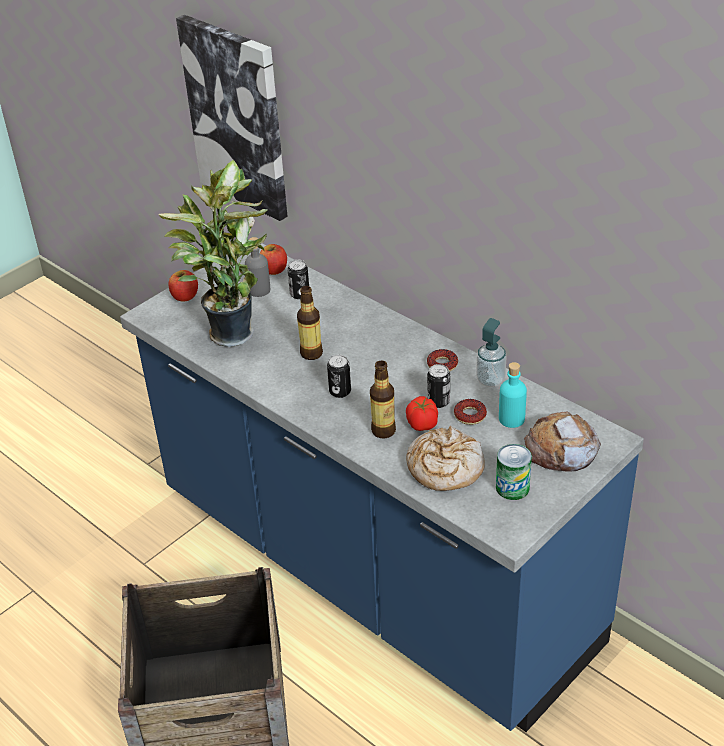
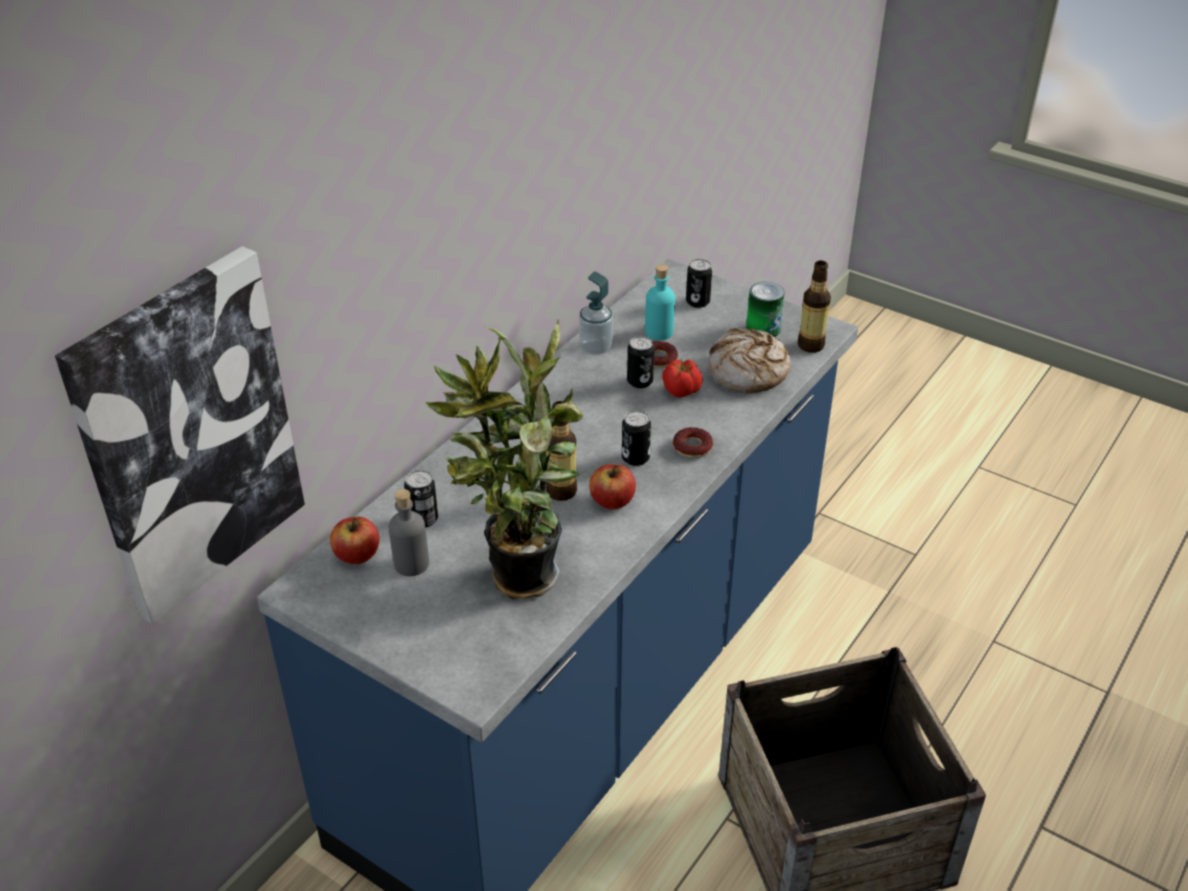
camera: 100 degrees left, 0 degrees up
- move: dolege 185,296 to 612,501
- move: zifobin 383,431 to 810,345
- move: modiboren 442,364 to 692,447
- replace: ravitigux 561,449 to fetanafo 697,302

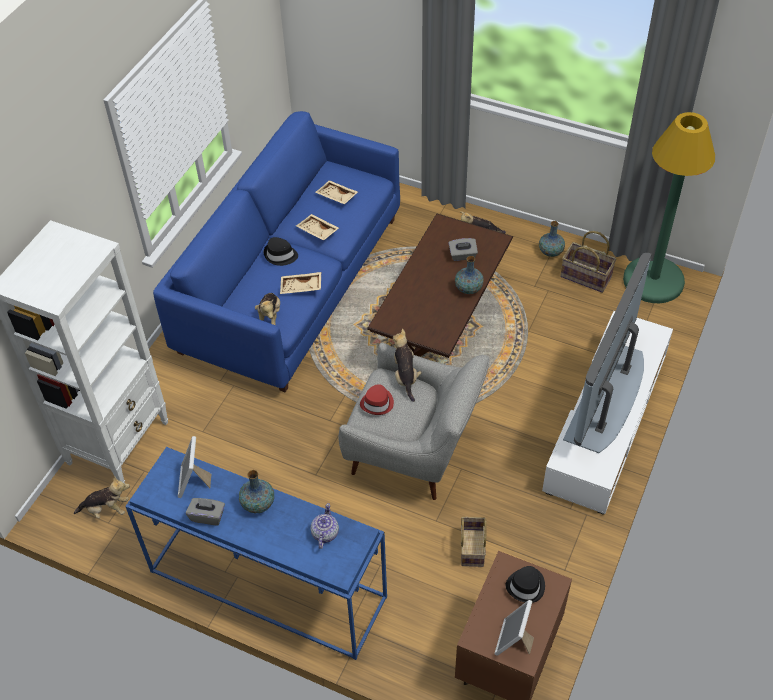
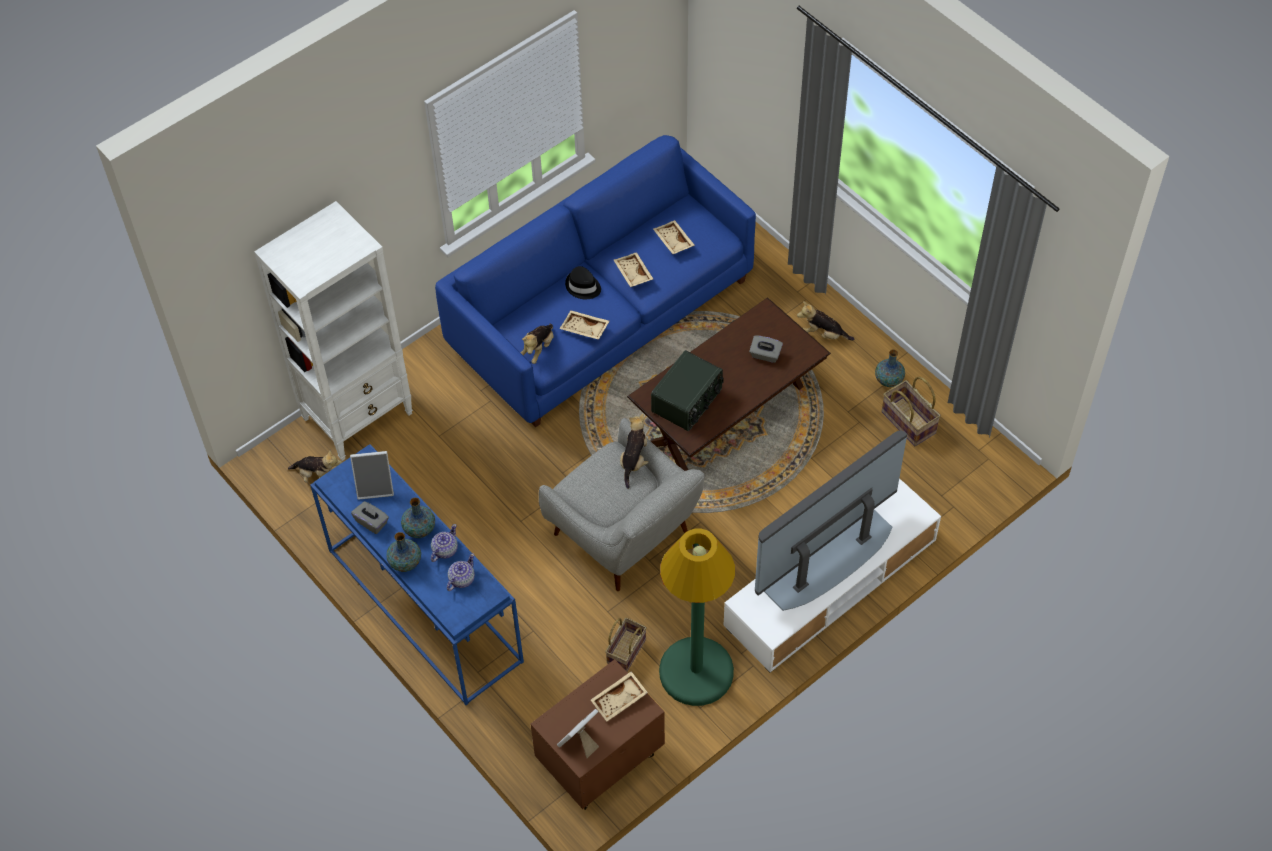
camera: 25 degrees right, 5 degrees up
- delete: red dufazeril 377,403
- insert: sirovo 444,550
- insert: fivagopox 688,401
- move: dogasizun 468,288 to 405,562
- move: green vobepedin 653,280 to 696,672
- replace: black dufazeril 526,586 to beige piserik 619,700
- rotate: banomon 193,482 = 375,486 120 degrees counterclockwise

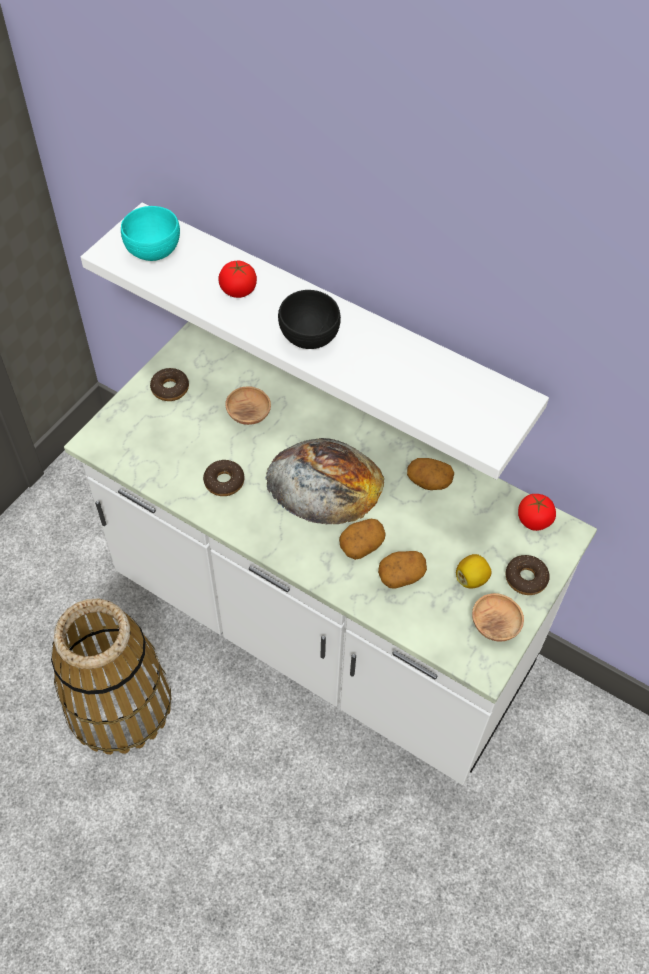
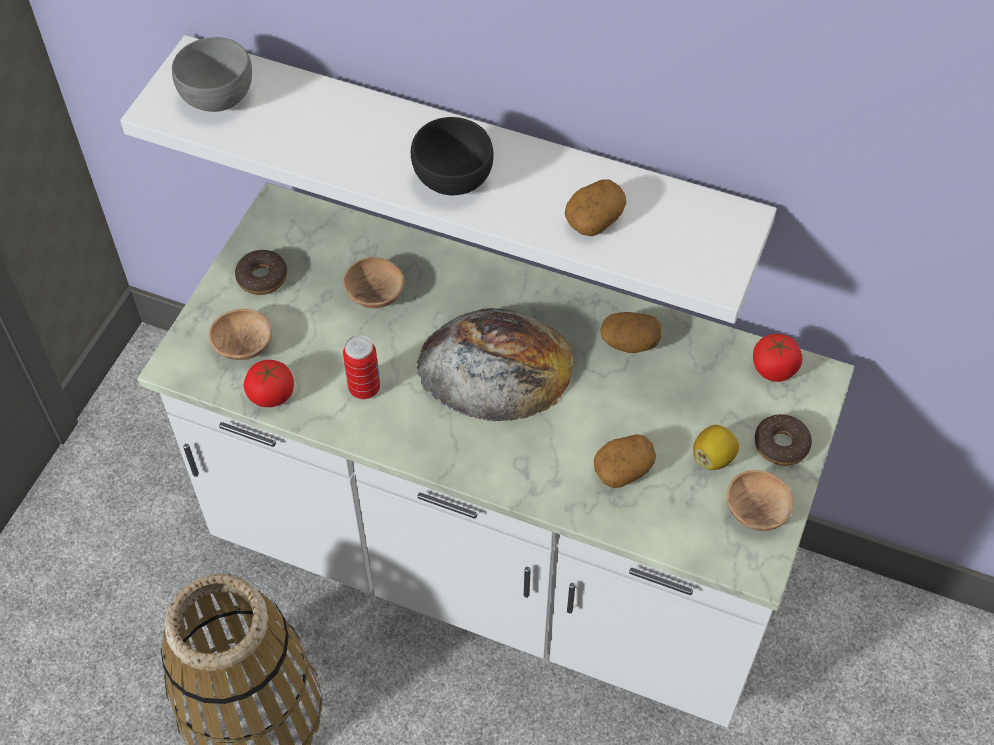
camera: 10 degrees left, 0 degrees up
- insert: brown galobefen 243,345
- move: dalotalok 238,290 to 271,395
- move: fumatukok 361,544 to 594,219
- replace: modiboren 224,482 to fetanafo 364,388
- recolor: turquoise galobefen 154,252 to grey galobefen 218,99

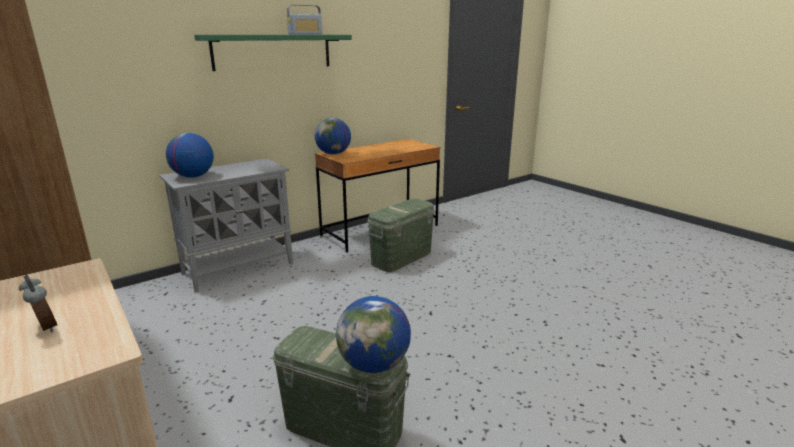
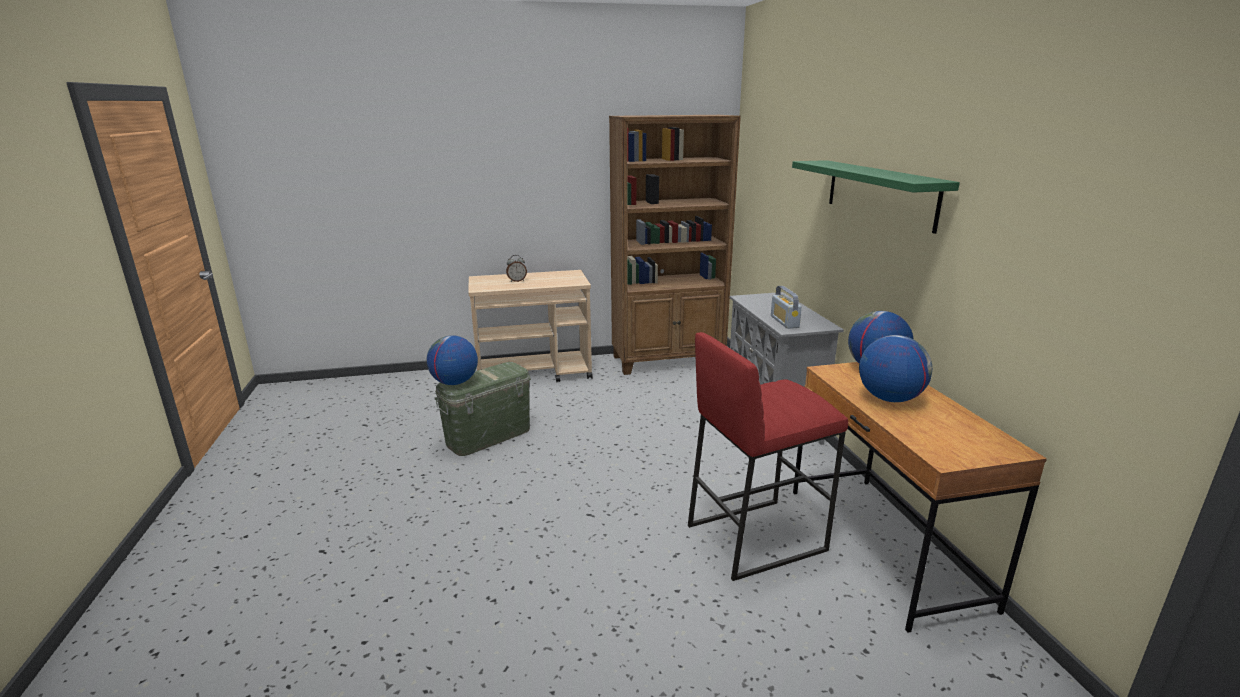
camera: 115 degrees right, 0 degrees up
- move: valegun 193,176 to 889,398
- move: fivagopox 305,34 to 784,322
- replace: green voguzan 401,258 to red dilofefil 755,537

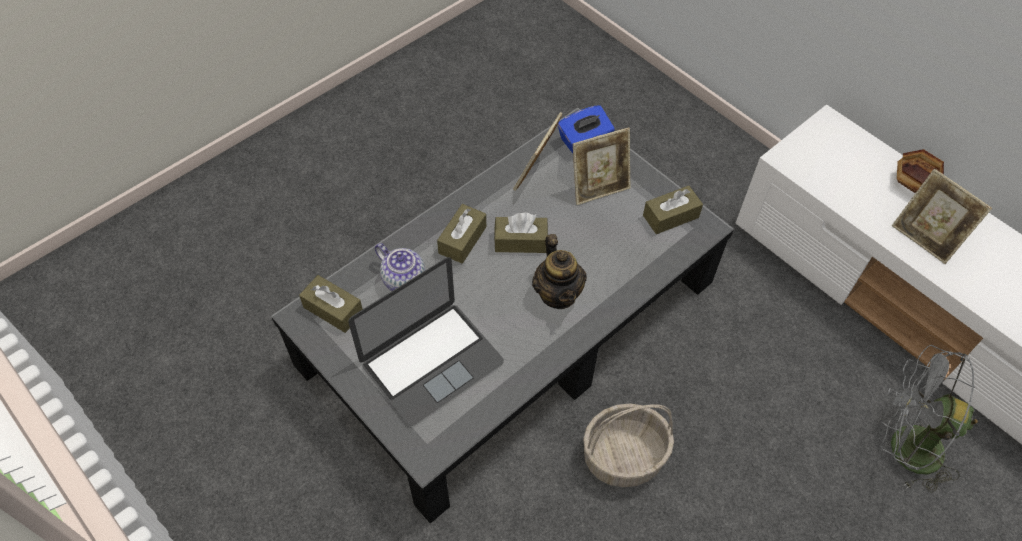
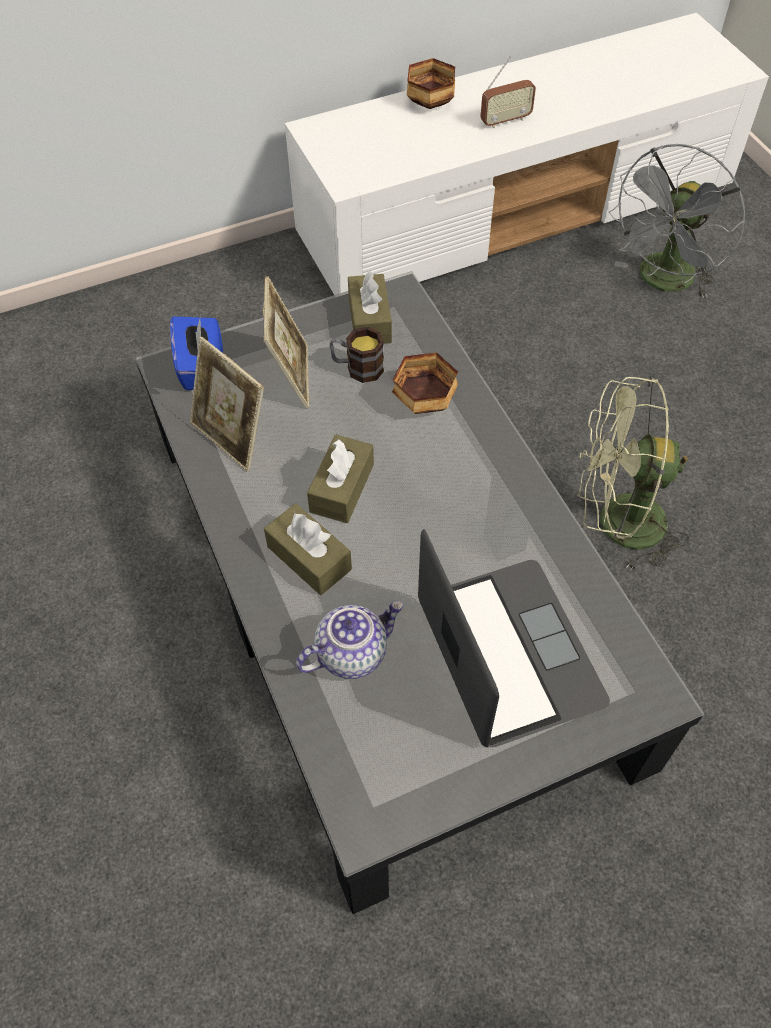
camera: 70 degrees left, 0 degrees up
- delete: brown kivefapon 333,309
- delete: sirovo 558,294
- insert: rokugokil 357,368
- insert: galobefen 423,400
- replace: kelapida 623,457 to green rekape 616,524
- replace: banomon 925,238 to fivagopox 505,121

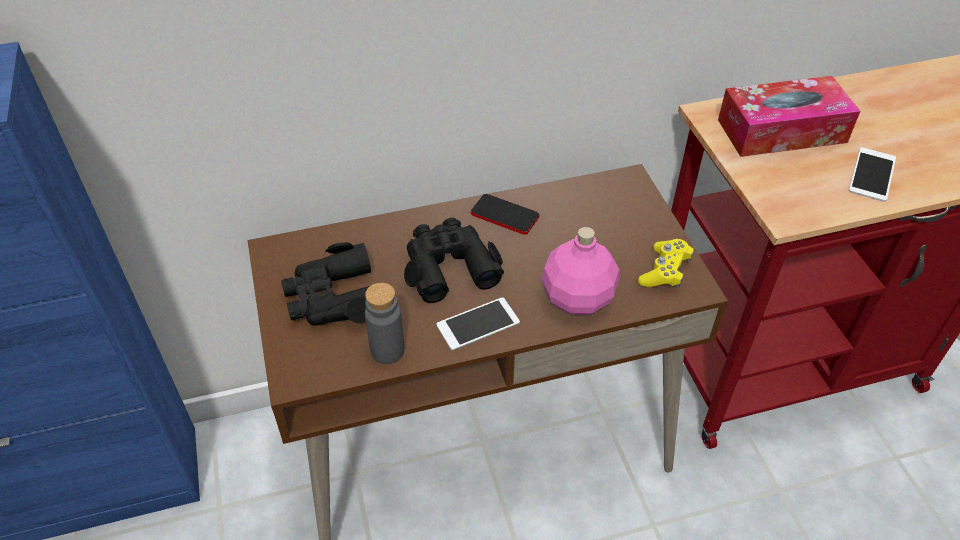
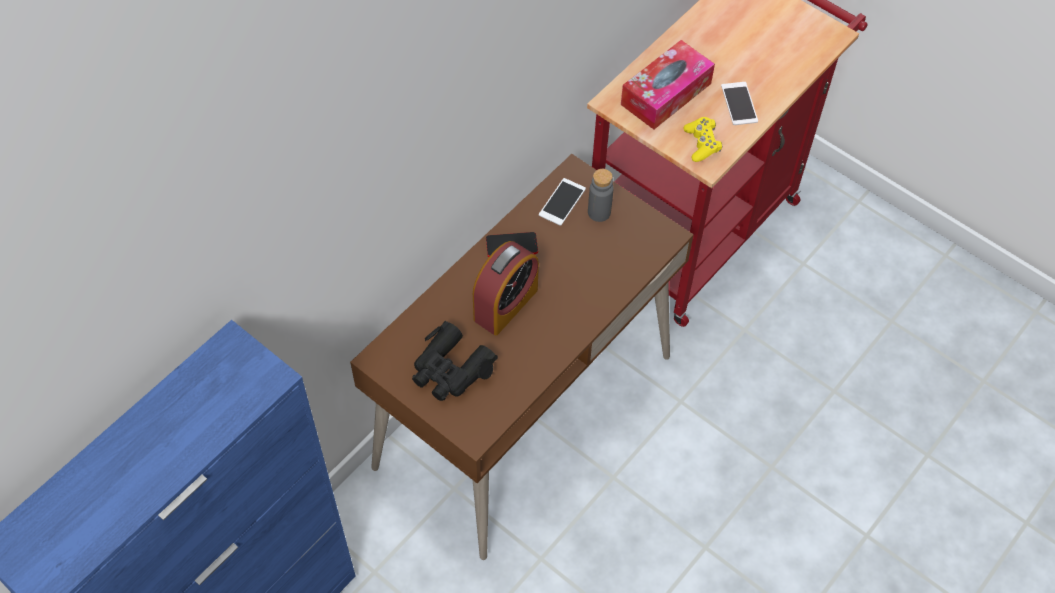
camera: 35 degrees left, 10 degrees up
- delete: pink zifobin 576,298
- move: grey zifobin 387,350 to 599,212
- move: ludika 478,324 to 562,202
- move: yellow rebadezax 665,271 to 702,144
- replace: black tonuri 449,266 to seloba 505,304

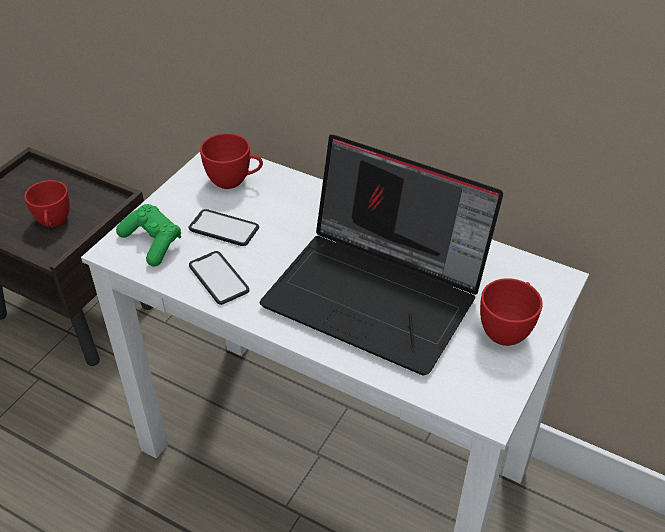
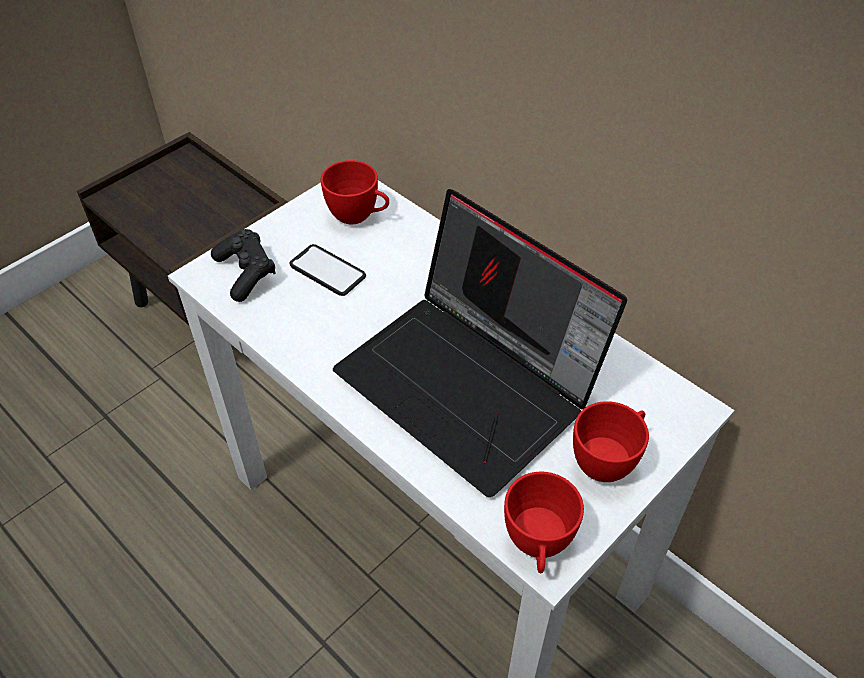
camera: 15 degrees right, 5 degrees up
- delete: ludika 218,278
- move: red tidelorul 53,223 to 538,546
- recolor: green rebadezax 152,243 to black rebadezax 246,273

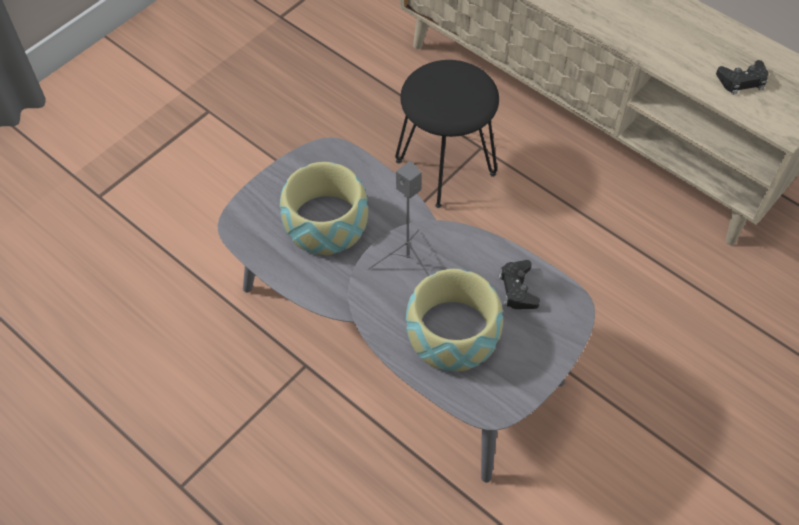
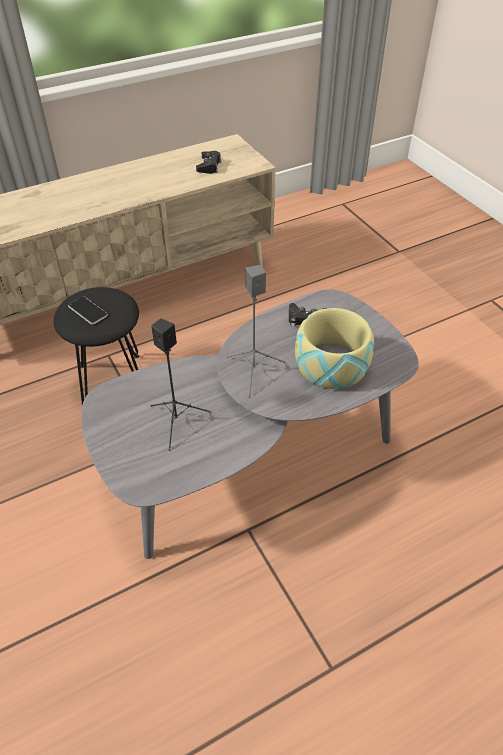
camera: 70 degrees left, 10 degrees down
- insert: ludika 88,311
- replace: galobefen 326,223 to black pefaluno 177,421

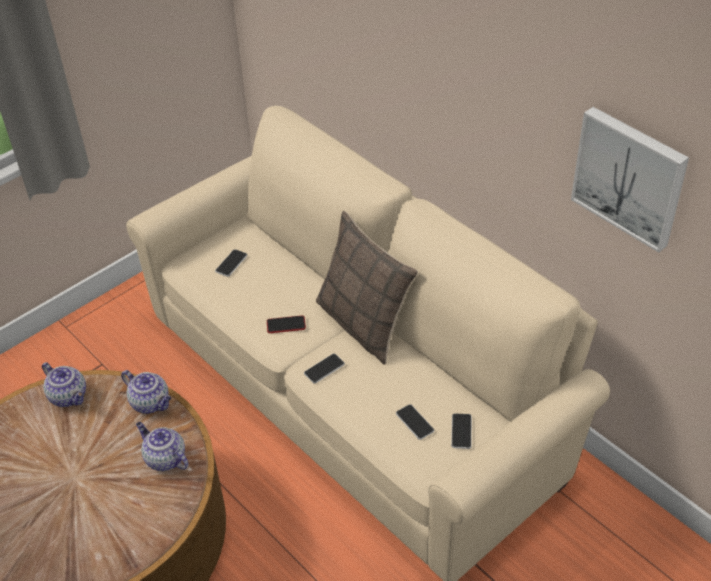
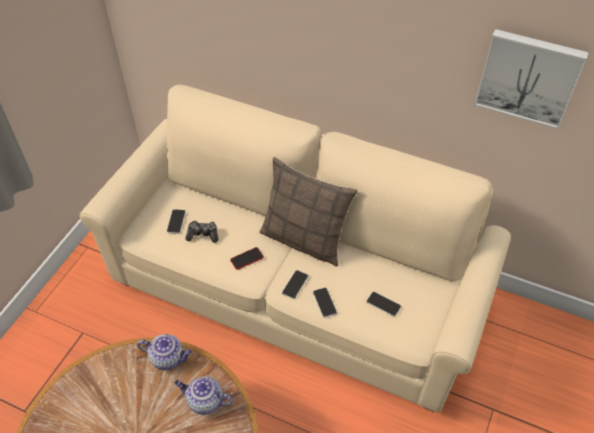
camera: 25 degrees left, 5 degrees up
- delete: sirovo 69,396
- insert: rebadezax 203,235
- move: ludika 461,431 to 324,303

